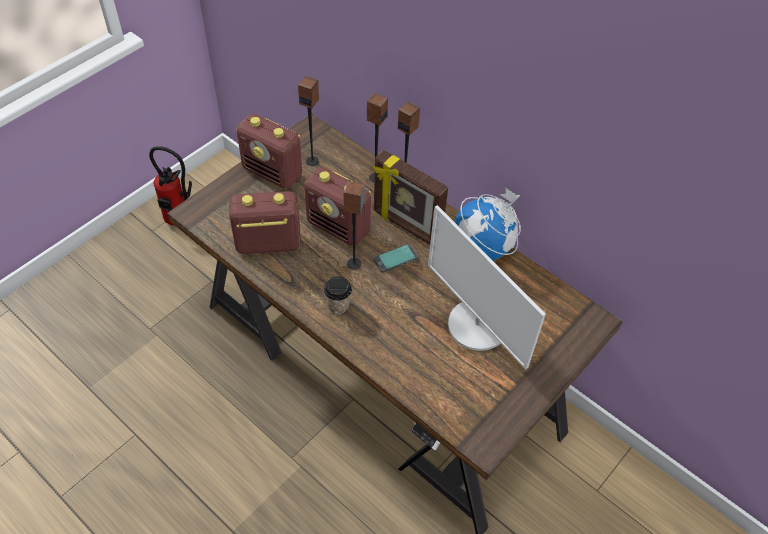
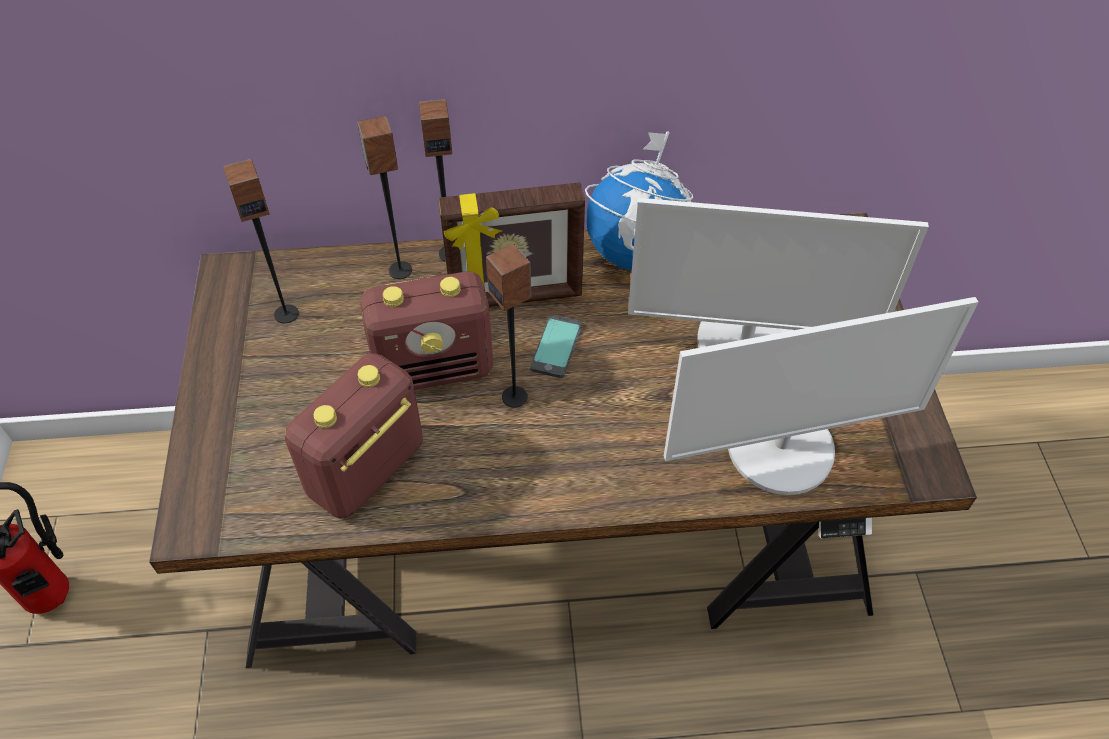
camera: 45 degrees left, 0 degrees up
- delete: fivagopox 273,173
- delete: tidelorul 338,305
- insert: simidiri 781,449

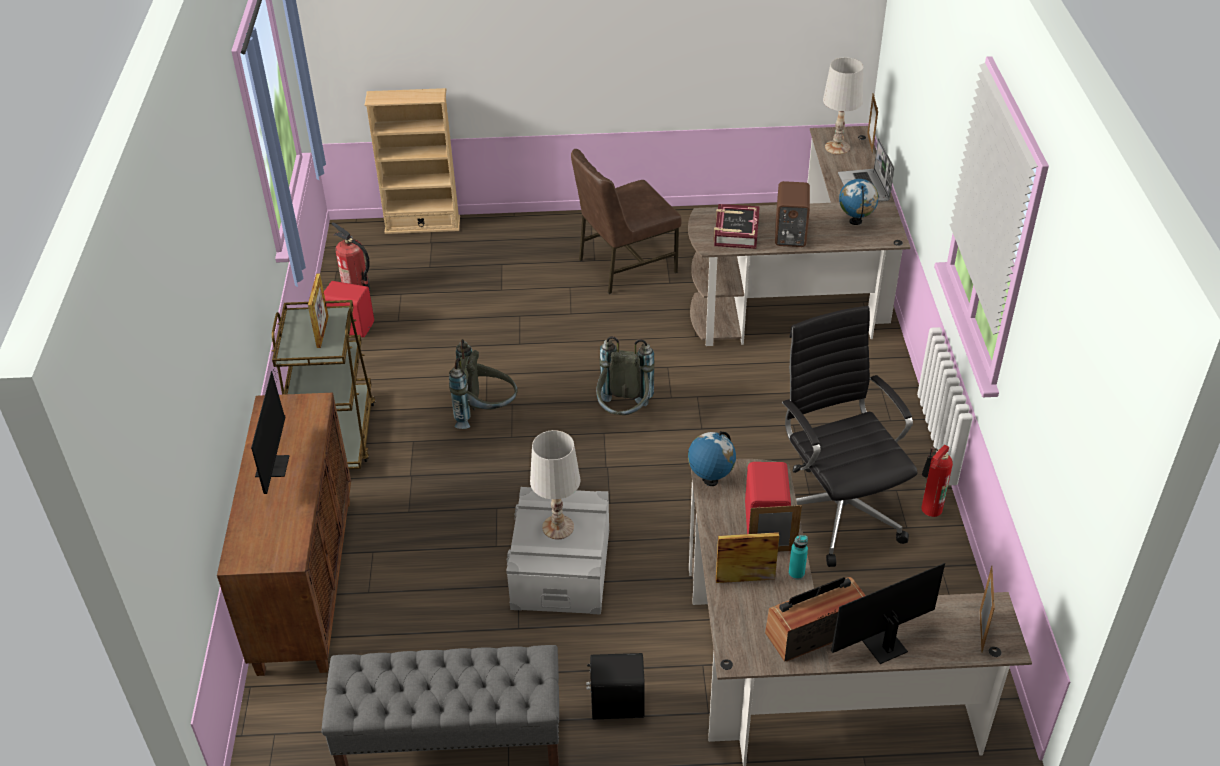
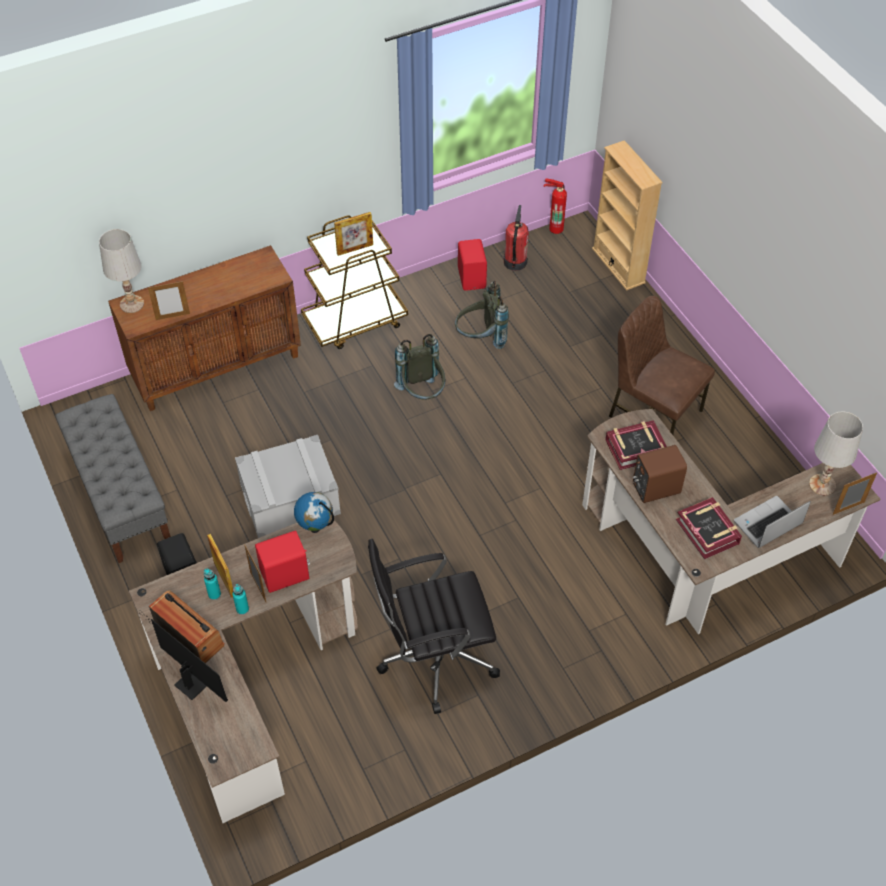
camera: 65 degrees right, 10 degrees up
- delete: simidiri 275,462
- insert: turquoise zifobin 214,594
- move: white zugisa 558,527 to 131,304
- move: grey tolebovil 624,414 to 481,339
- move: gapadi 928,509 to 555,227
- move: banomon 980,631 to 172,316
- replace: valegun 855,221 to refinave 708,531
- rotate: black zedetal 837,509 = 434,657 150 degrees counterclockwise

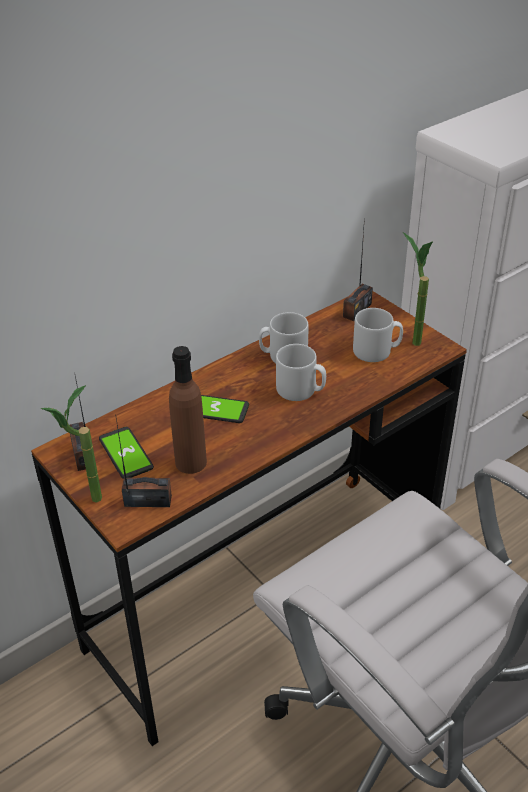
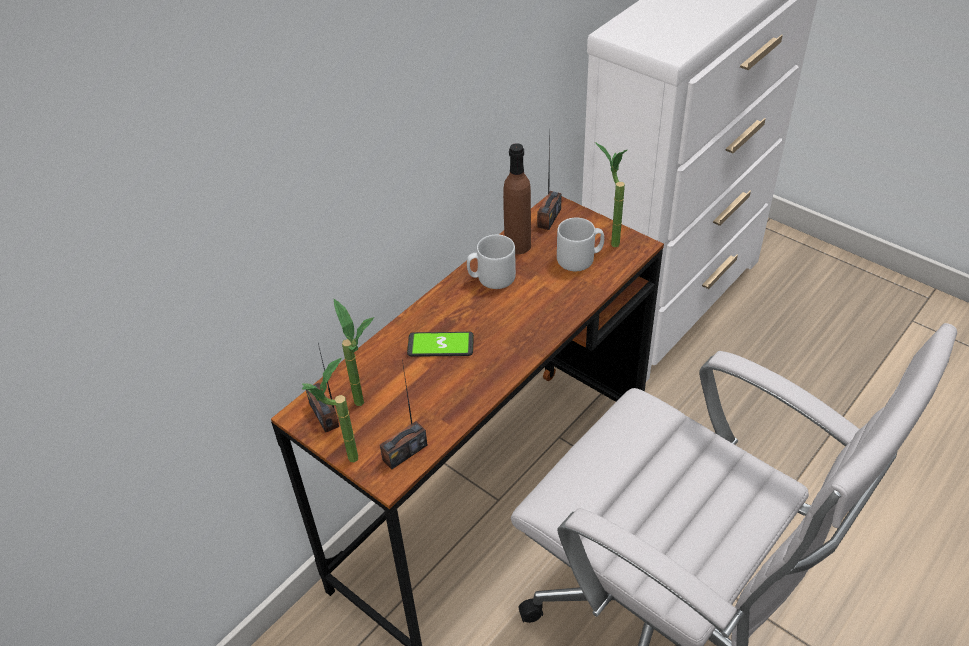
camera: 10 degrees left, 5 degrees up
- delete: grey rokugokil 301,390
- move: brown zifobin 190,462 to 517,245
- replace: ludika 125,454 to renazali 367,406
- rotate: fivagopox 148,501 = 404,452 150 degrees clockwise

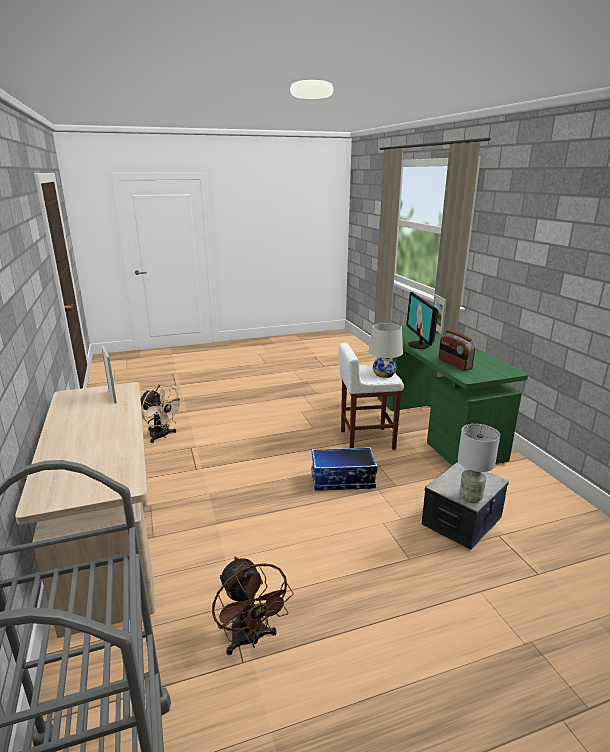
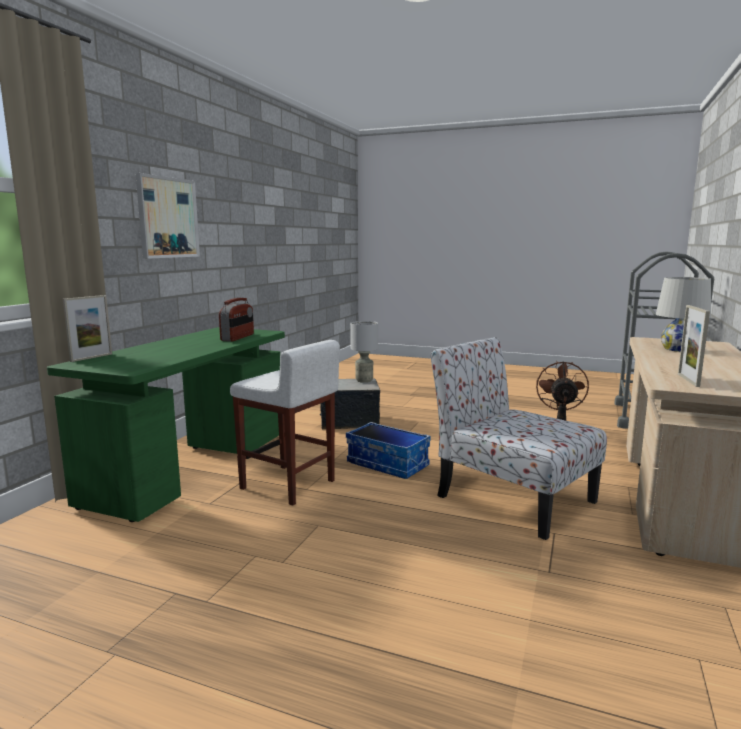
camera: 140 degrees left, 10 degrees down
- delete: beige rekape 162,436
- delete: simidiri 419,345
- insert: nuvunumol 167,218
- insert: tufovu 512,498
- move: white zugisa 384,374 to 678,349

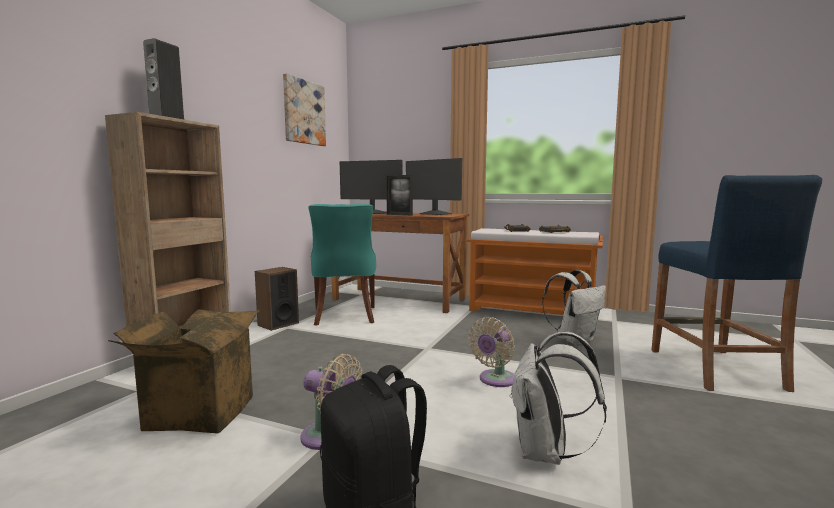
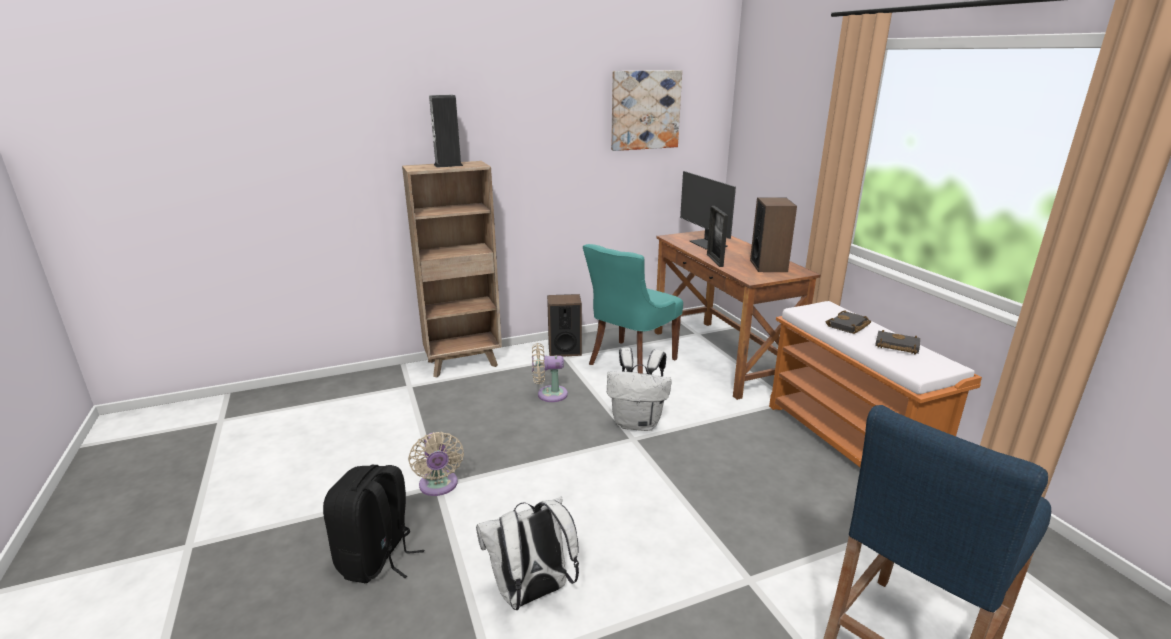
camera: 45 degrees right, 15 degrees up
- delete: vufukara 197,411
- move: beige rekape 495,380 to 549,394
- move: white tolebovil 574,340 to 638,423
- replace: simidiri 435,214 to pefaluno 768,266

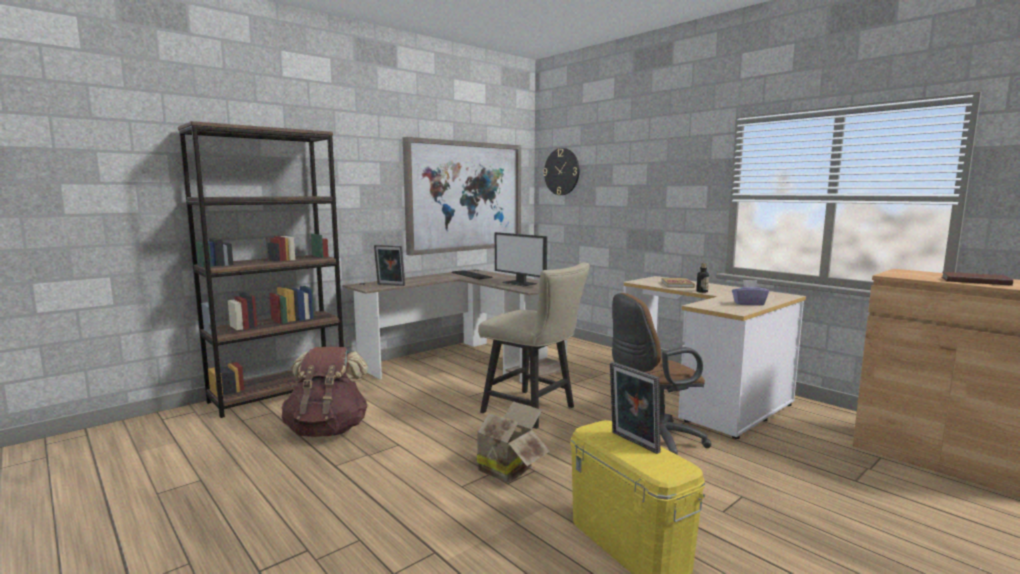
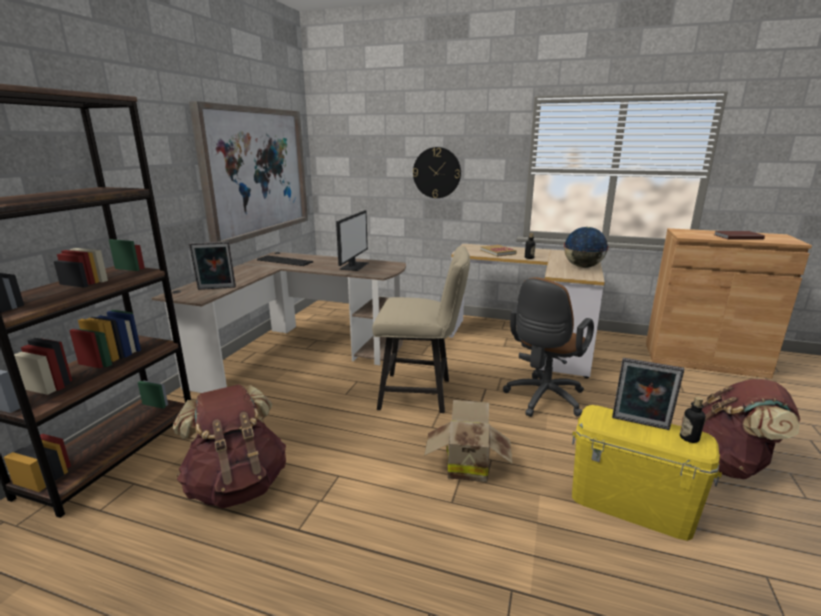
camera: 30 degrees left, 10 degrees up
- insert: zifobin 689,438
- insert: brown tolebovil 725,464
- move: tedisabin 561,171 to 436,173
- replace: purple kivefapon 748,303 to valegun 583,267
- rotate: simidiri 520,283 = 353,266 90 degrees counterclockwise

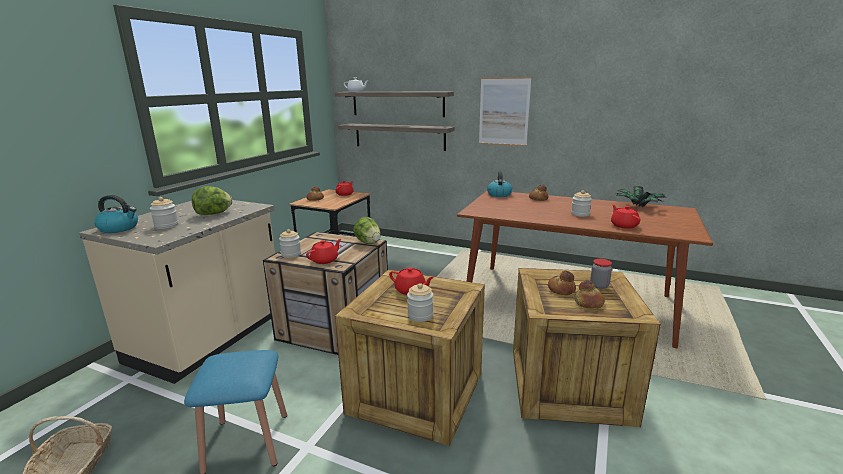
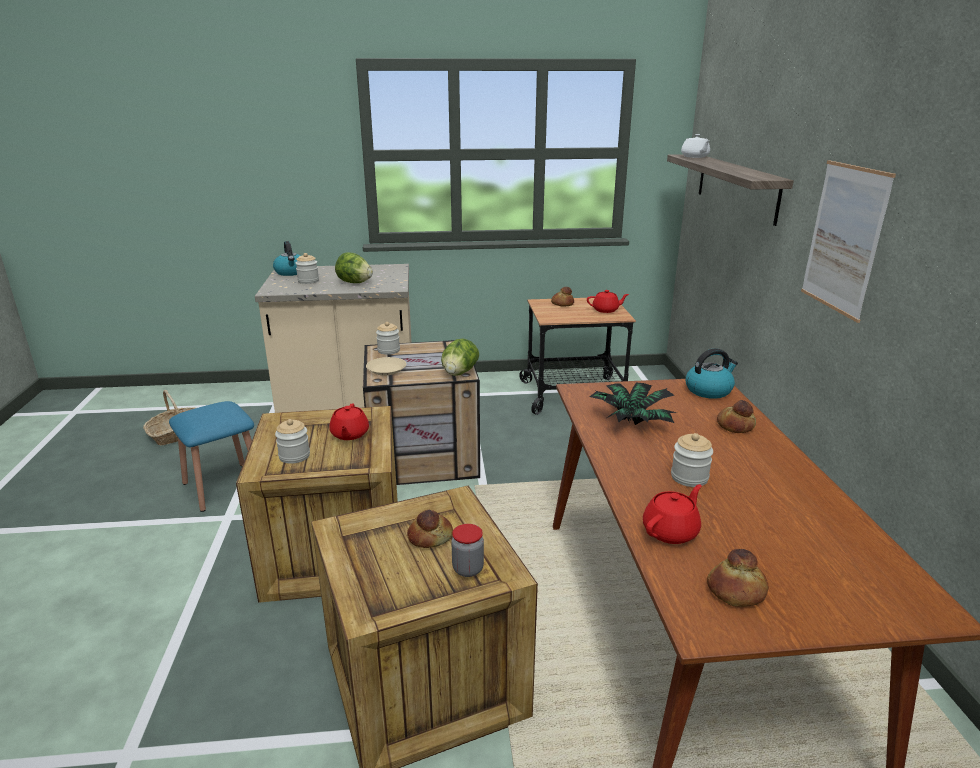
camera: 60 degrees right, 5 degrees up
- delete: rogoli 399,136
- move: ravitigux 589,303 to 736,591
- move: renazali 637,207 to 631,421
- replace: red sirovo 325,260 to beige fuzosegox 386,369

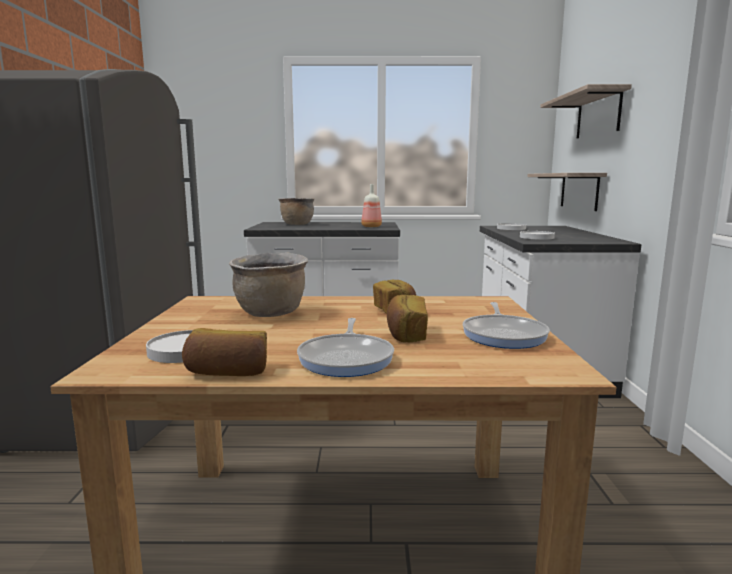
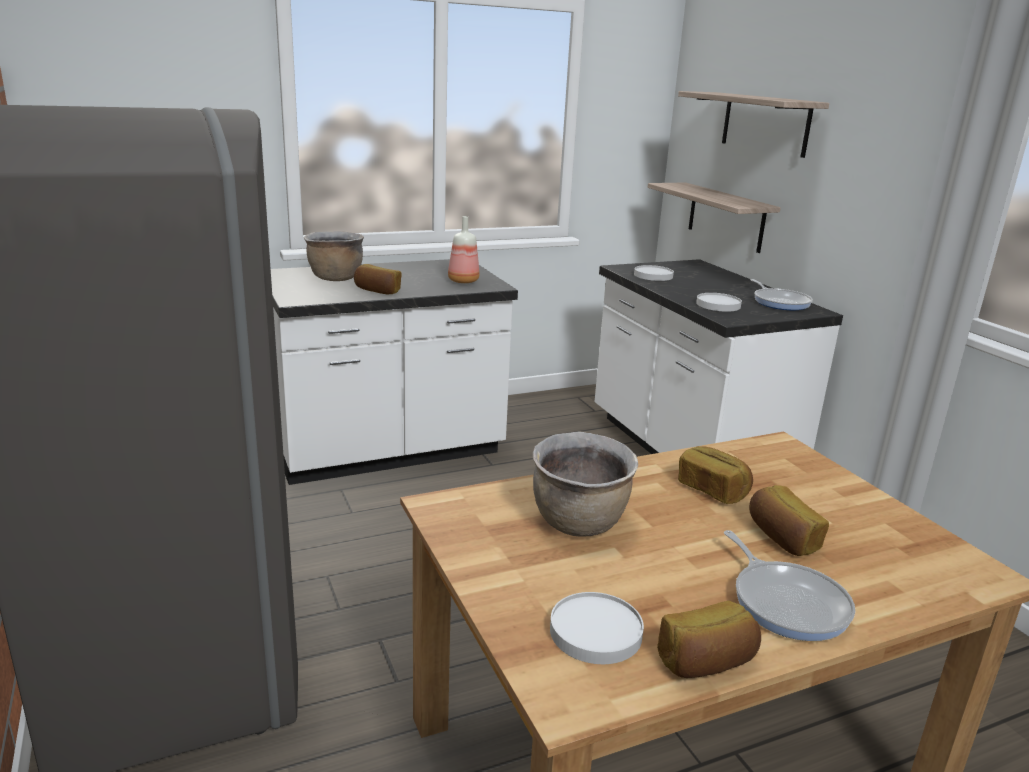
camera: 25 degrees left, 10 degrees up
- insert: ravitigux 377,291
- move: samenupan 504,335 to 779,302

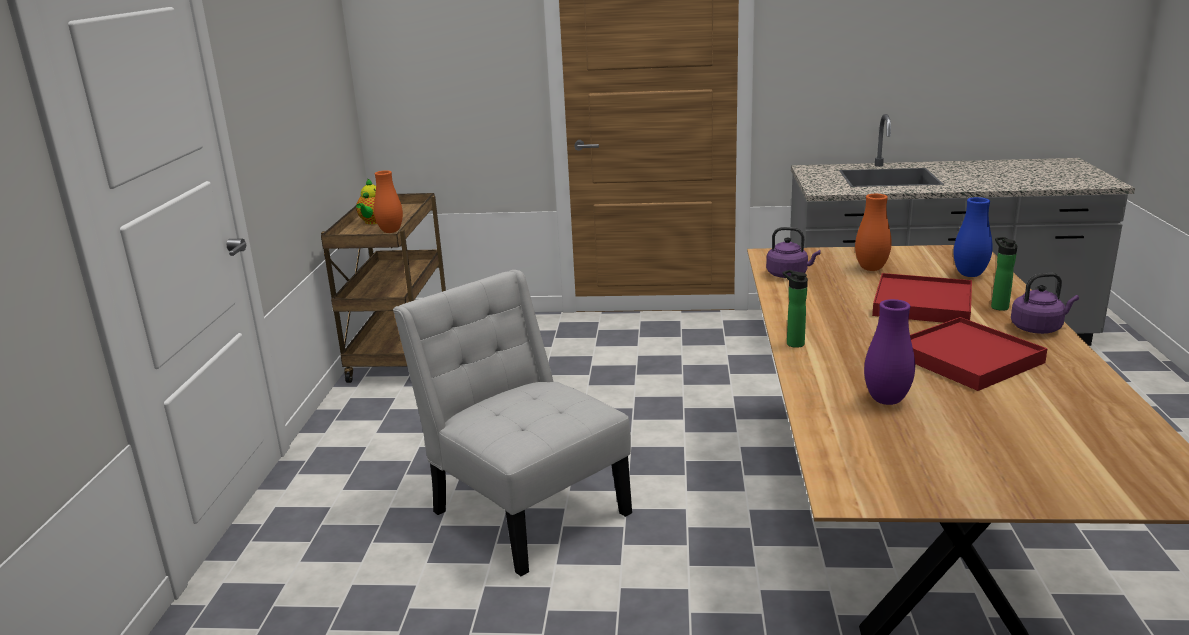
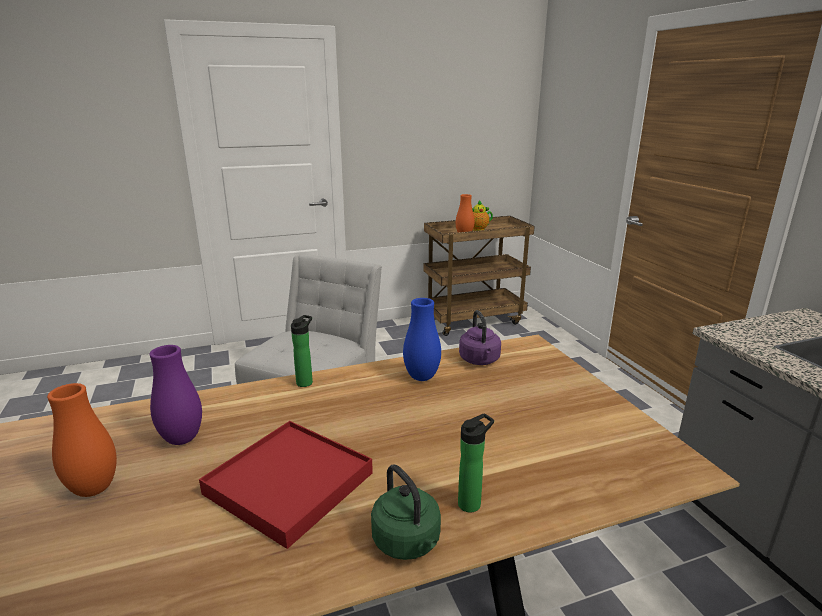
camera: 65 degrees right, 0 degrees up
- delete: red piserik 922,304
- move: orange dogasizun 871,268 to 94,489
- move: blue dogasizun 969,275 to 421,377
- recolor: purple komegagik 1038,328 to green komegagik 408,543

